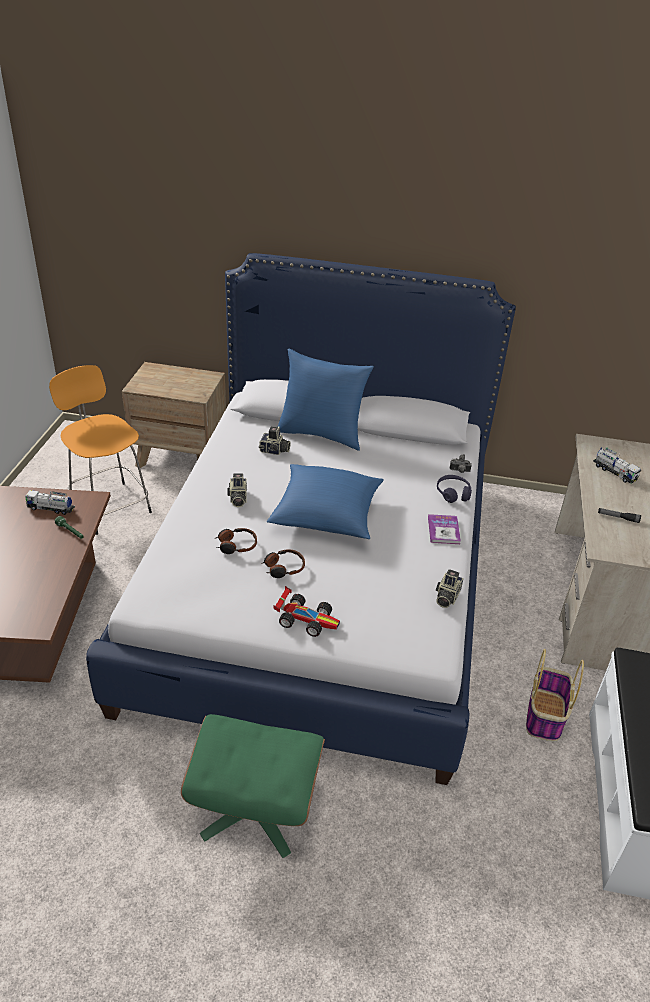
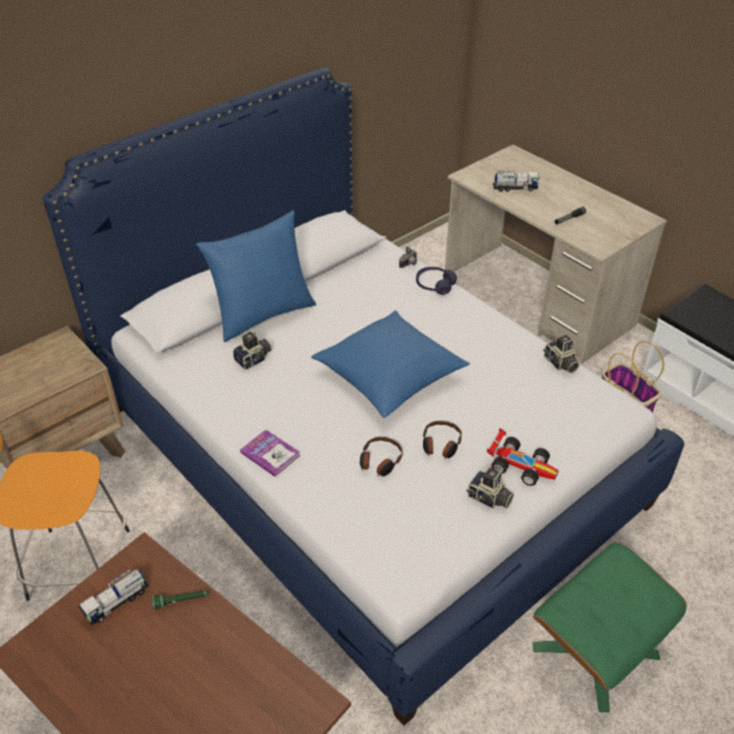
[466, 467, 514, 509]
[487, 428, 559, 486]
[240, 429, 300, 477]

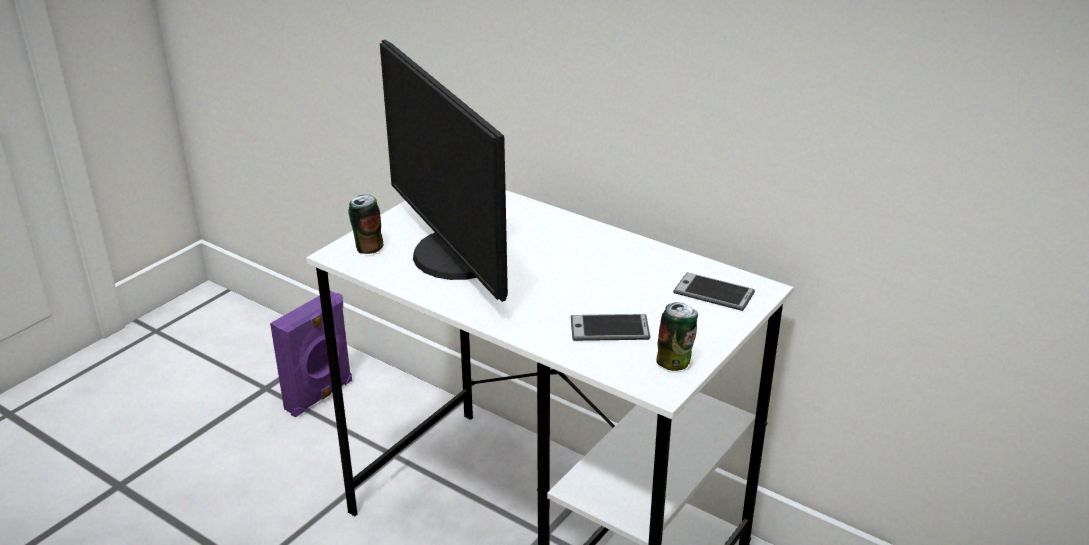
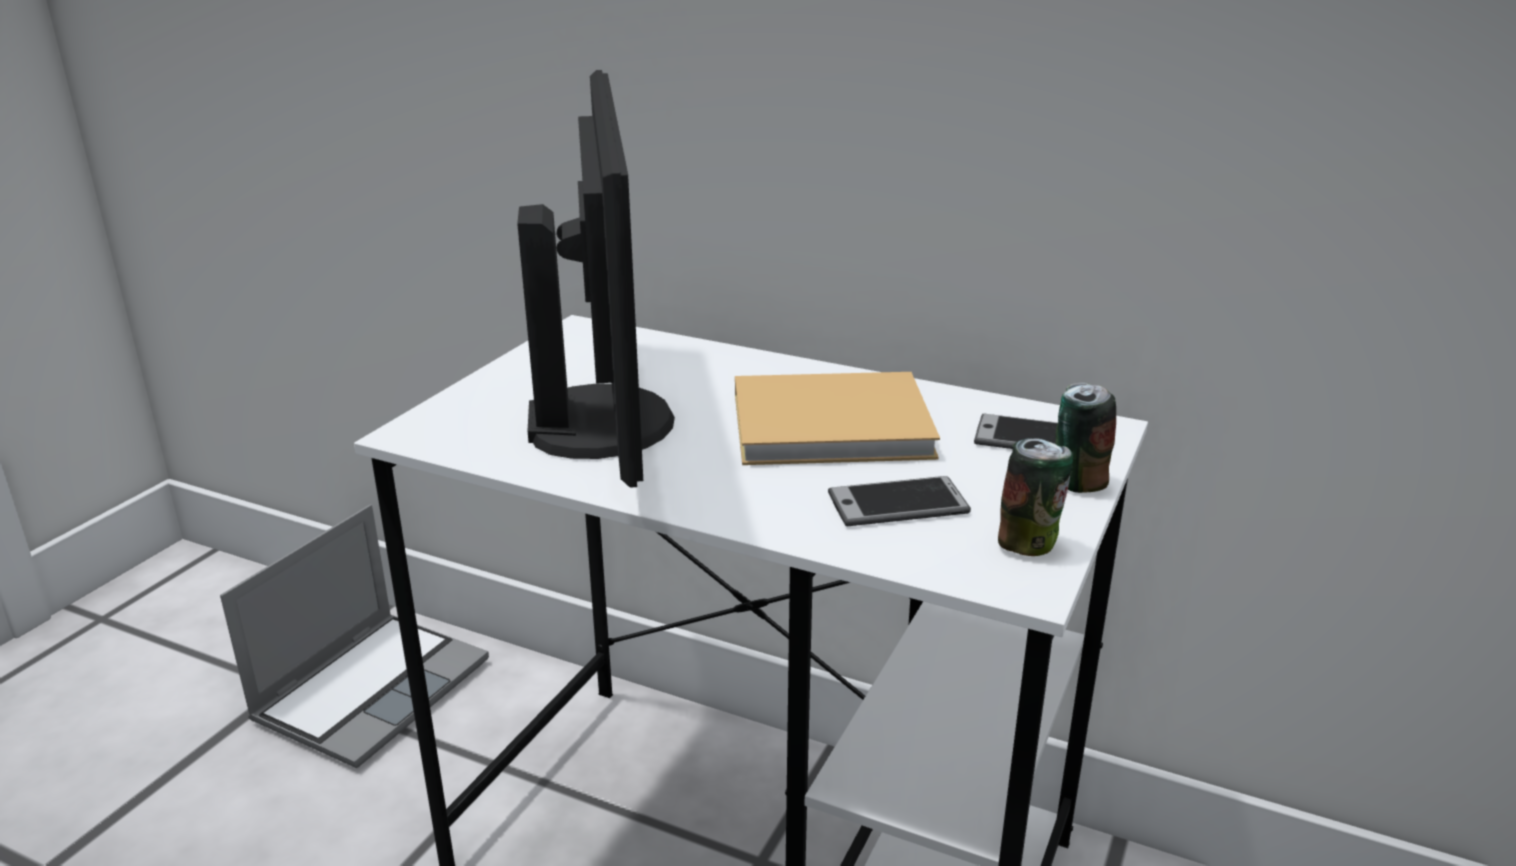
[220, 504, 489, 768]
[1056, 383, 1116, 493]
[517, 70, 675, 488]
[735, 372, 940, 465]

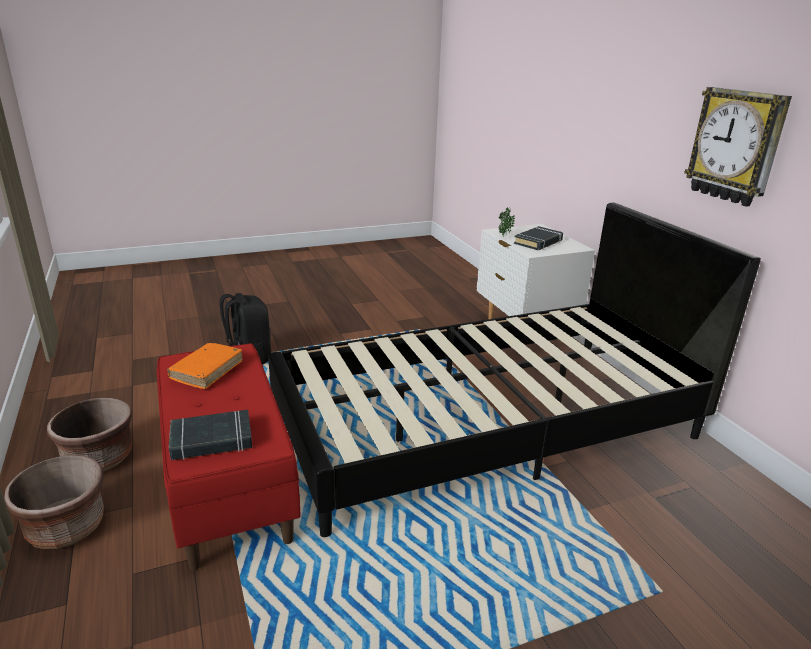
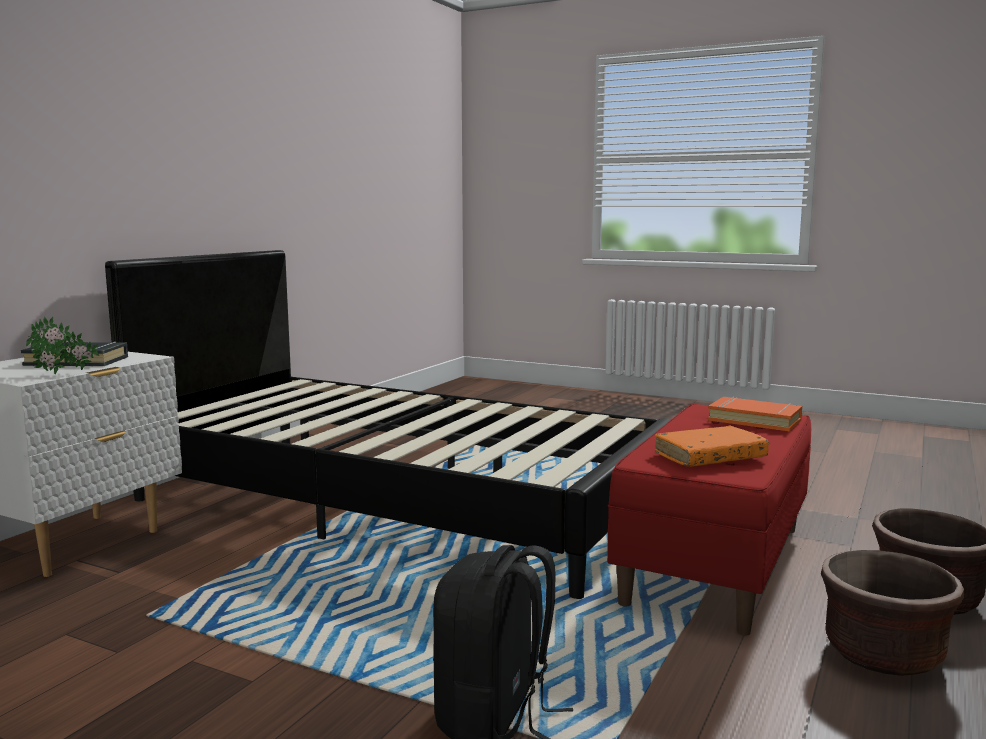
[708, 397, 802, 431]
[684, 87, 792, 207] (first image)

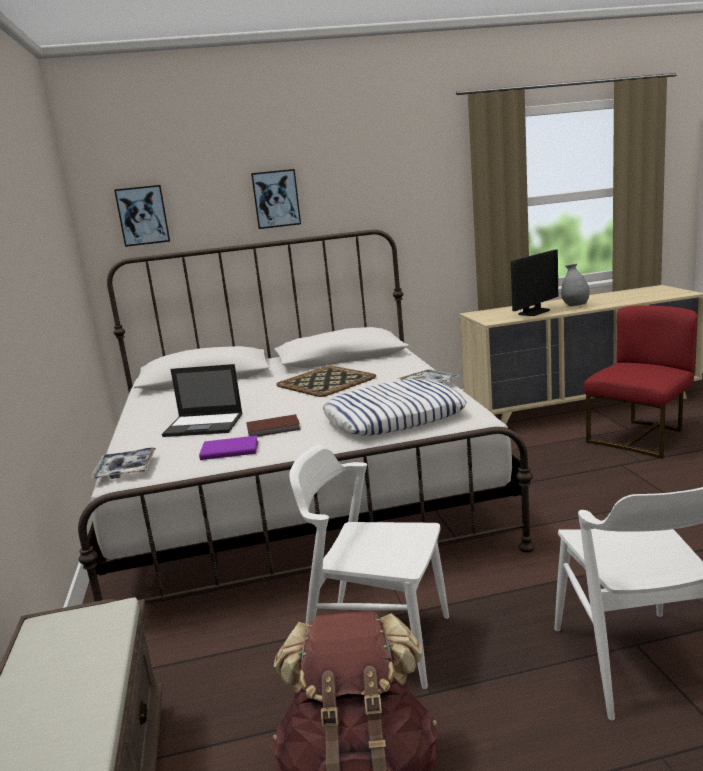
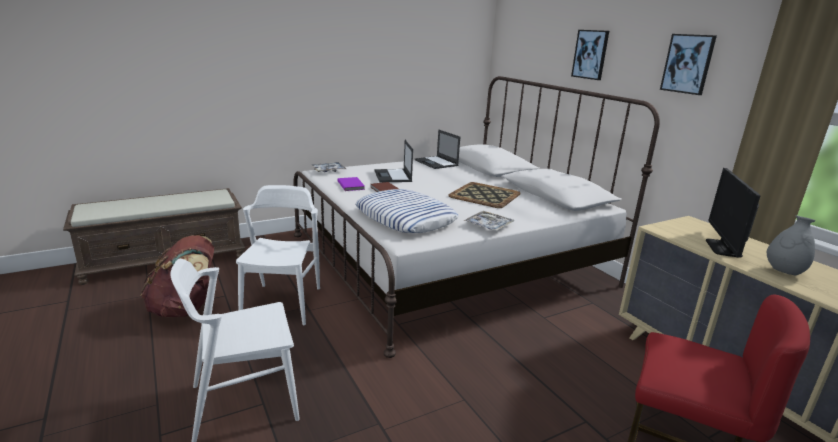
[660, 34, 717, 95]
[706, 168, 760, 258]
[415, 129, 460, 169]

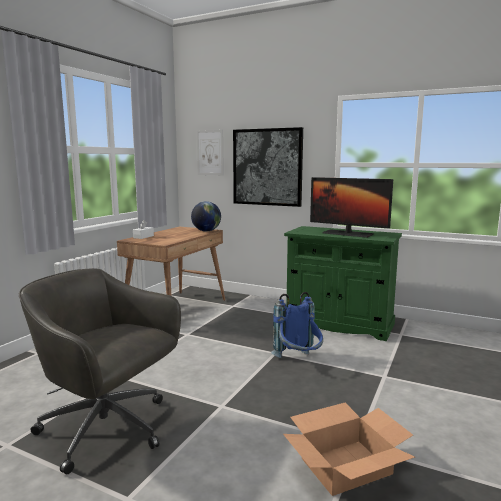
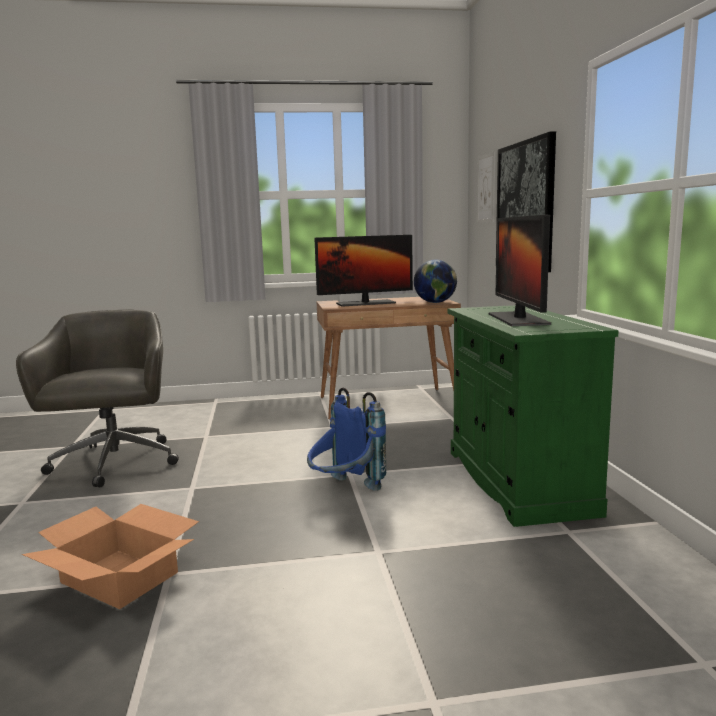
[314, 235, 413, 307]

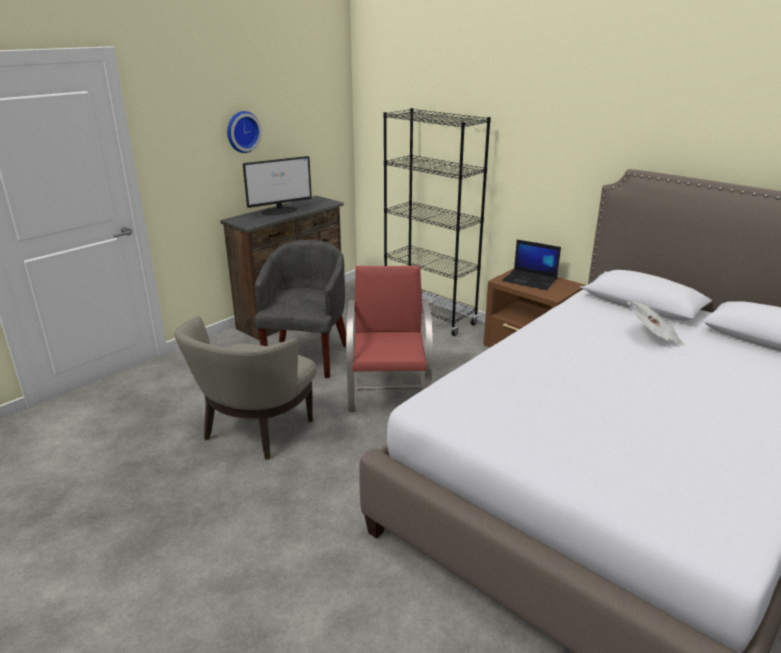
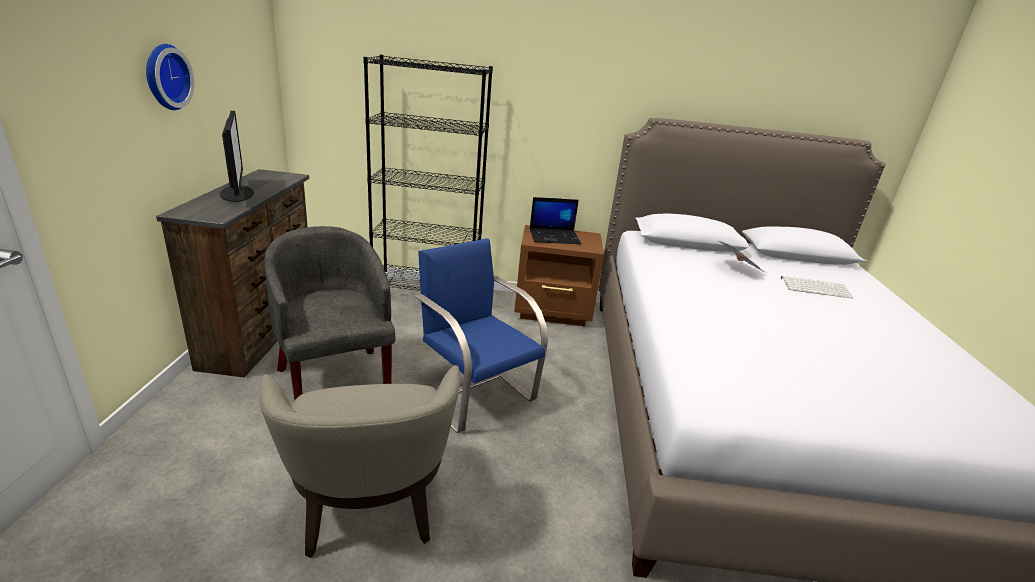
[220, 111, 254, 202]
[415, 239, 548, 433]
[781, 276, 853, 299]

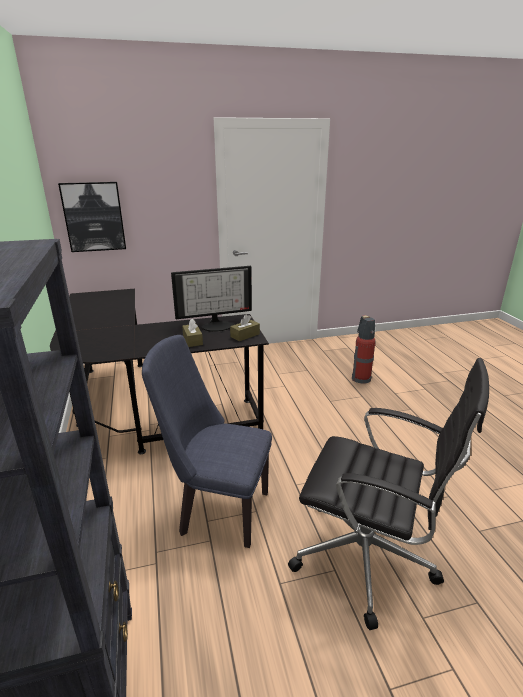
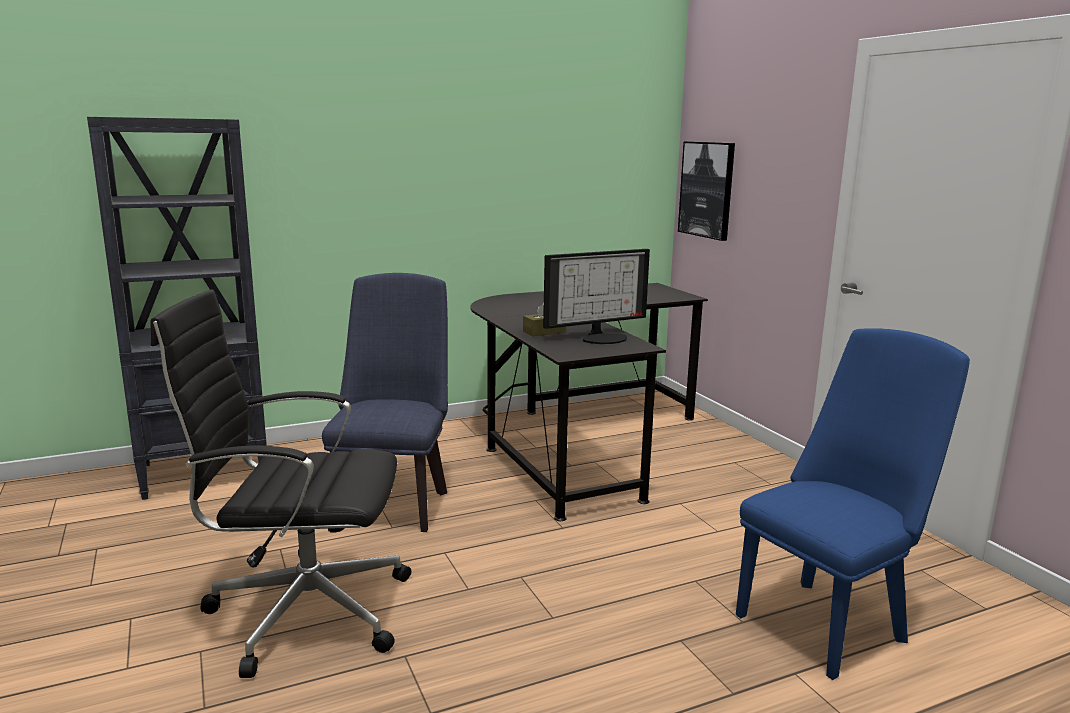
[543, 249, 650, 344]
[230, 315, 260, 341] (first image)
[150, 289, 411, 678]
[736, 328, 970, 680]

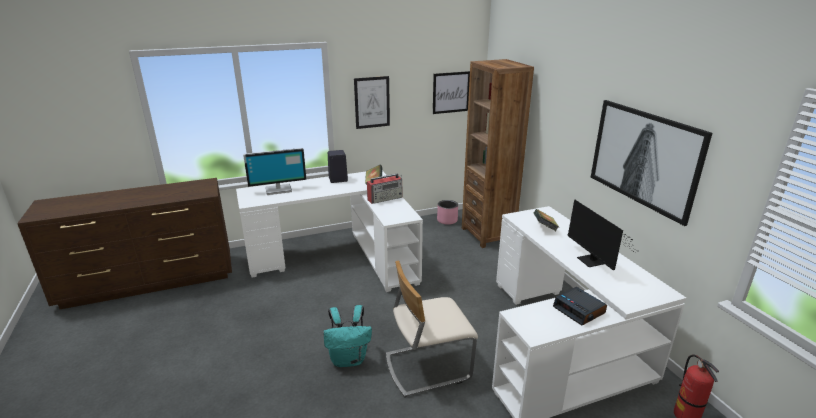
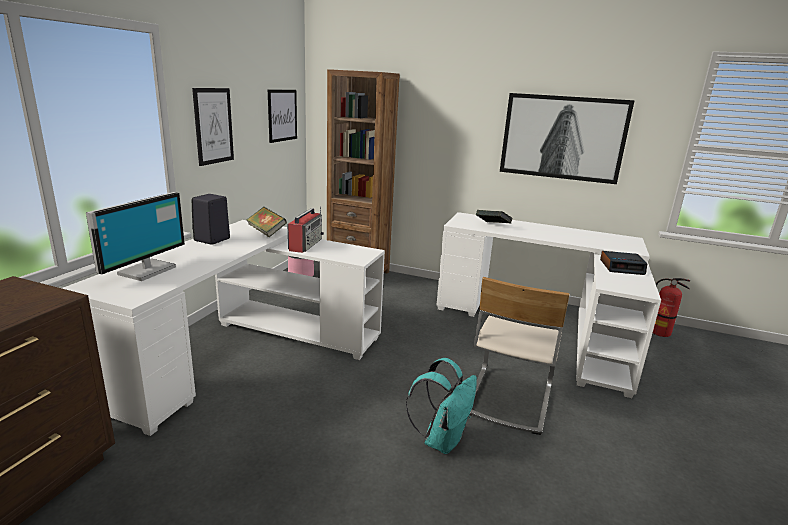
[567, 199, 639, 270] (first image)

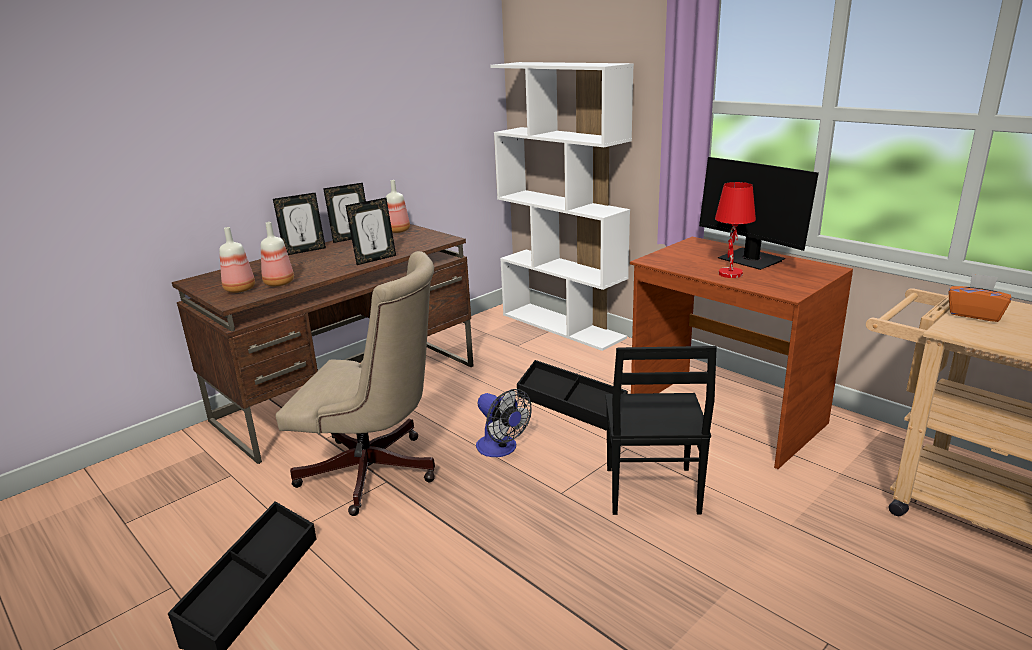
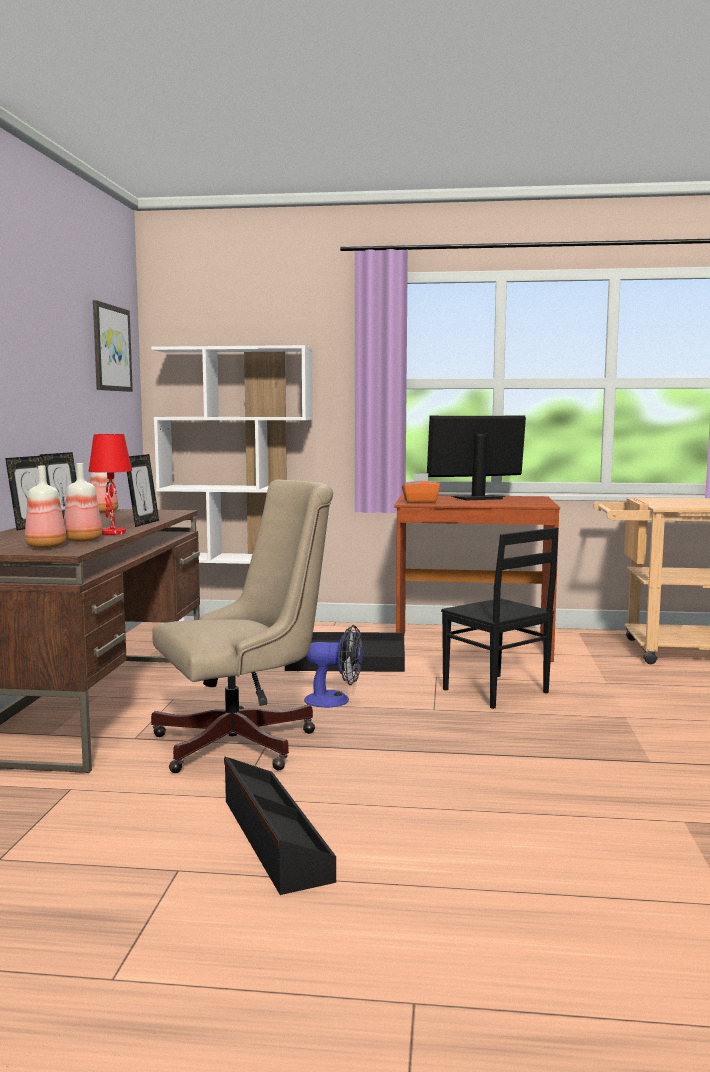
[427, 415, 526, 500]
[89, 434, 132, 535]
[402, 473, 440, 503]
[93, 300, 133, 392]

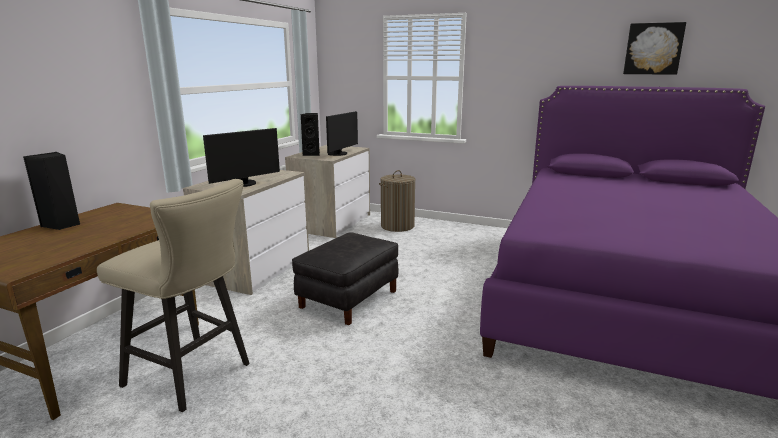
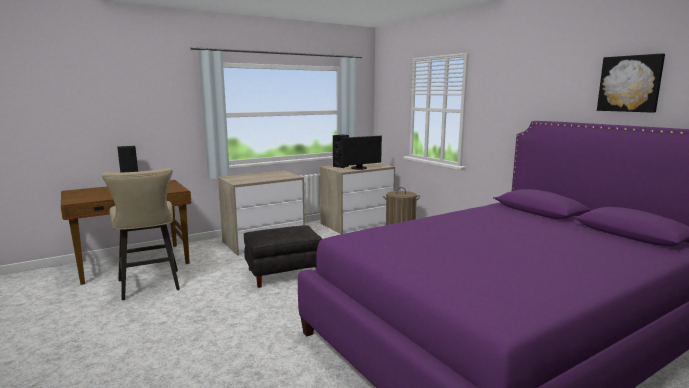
[203, 128, 280, 187] (first image)

